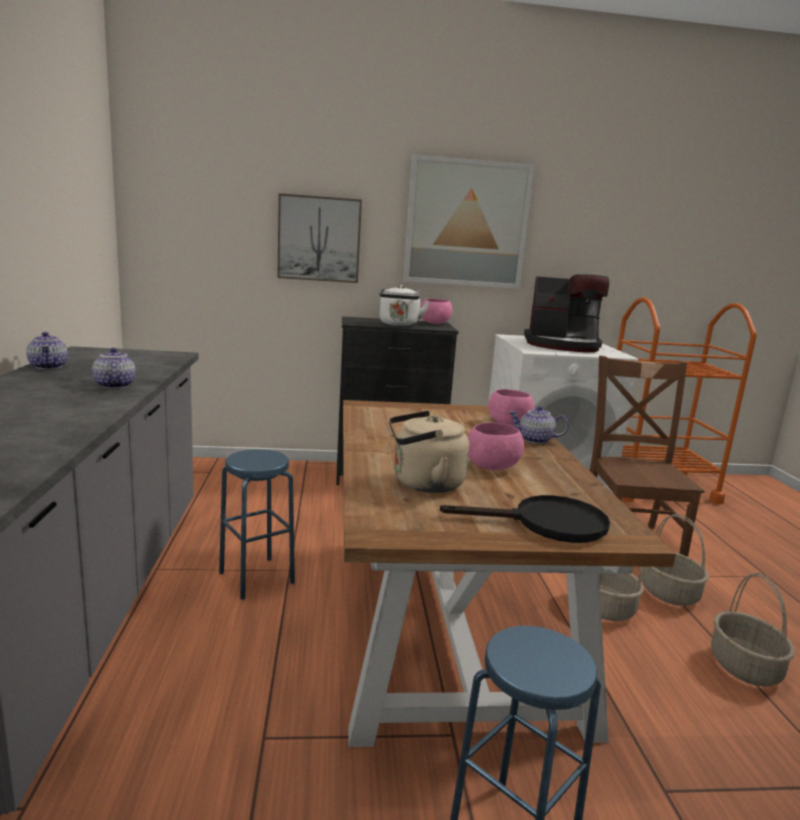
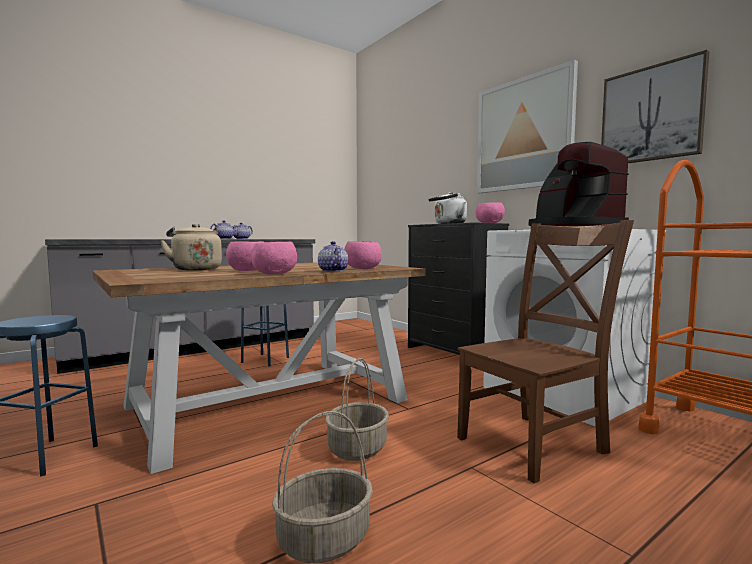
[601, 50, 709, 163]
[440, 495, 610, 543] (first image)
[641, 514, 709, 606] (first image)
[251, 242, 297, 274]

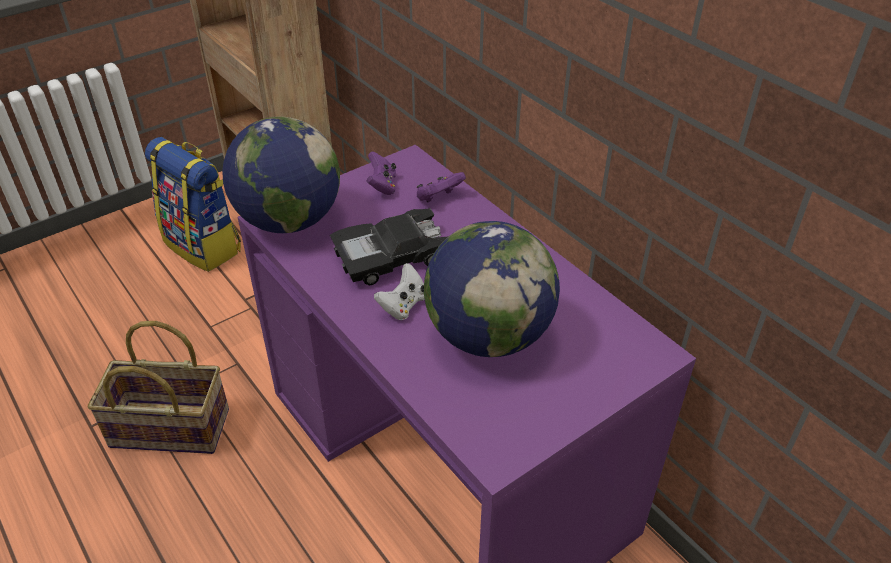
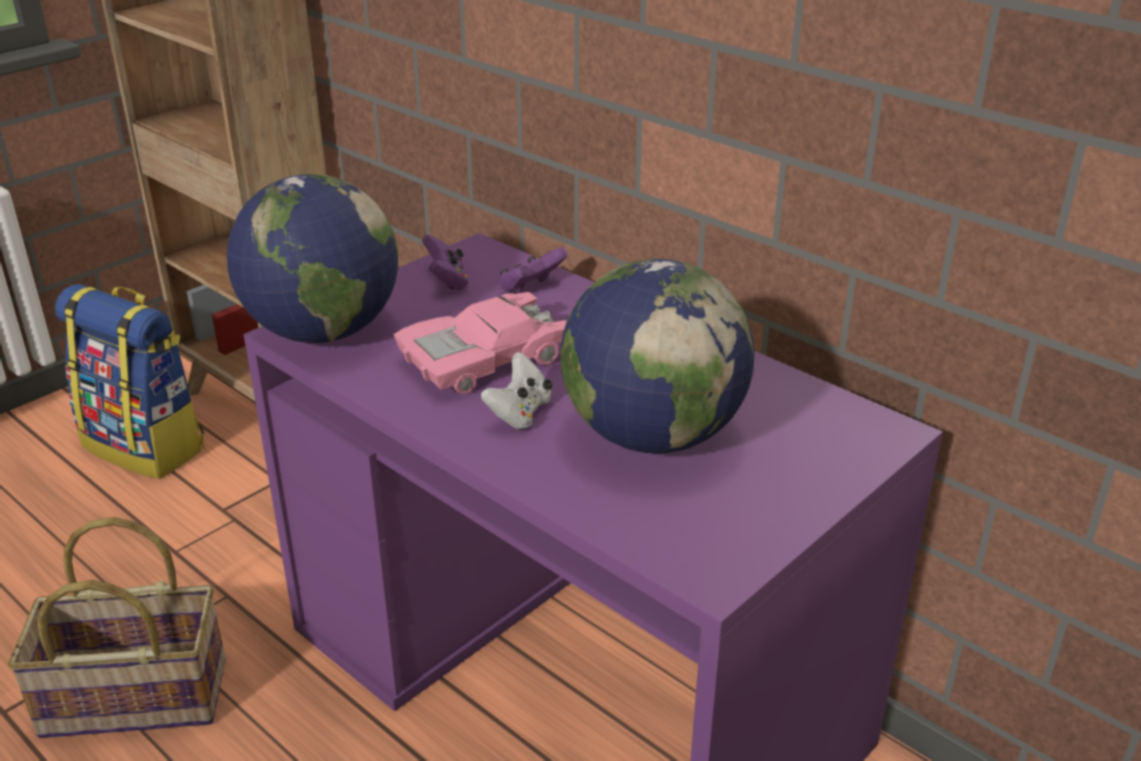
[393, 292, 567, 394]

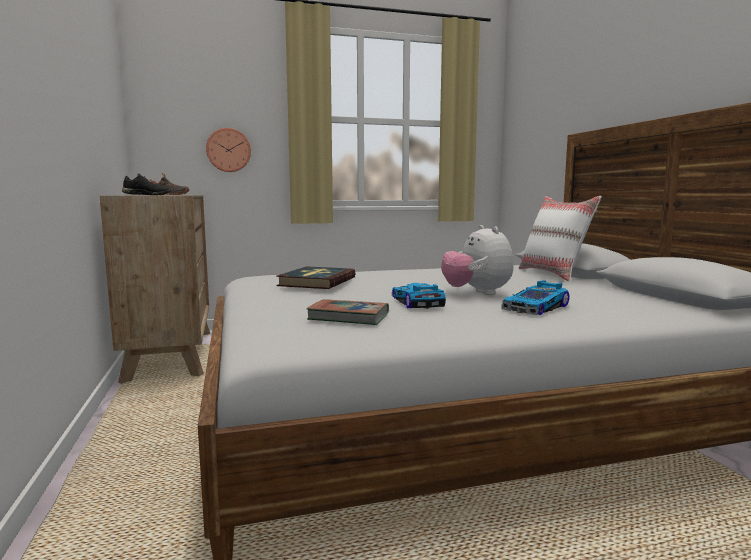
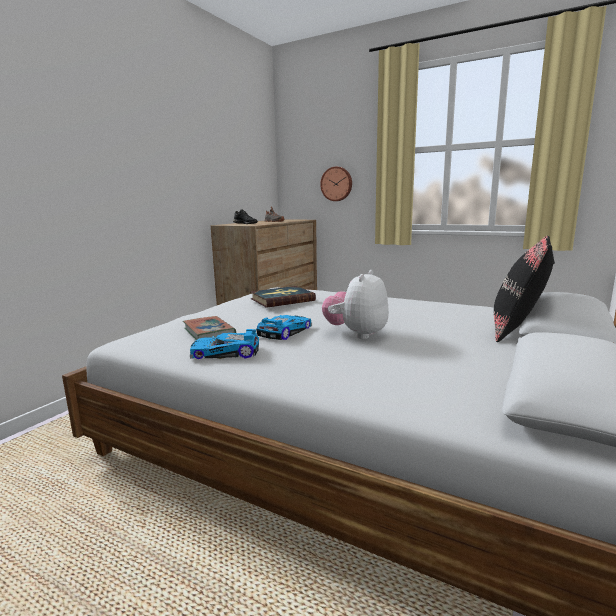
[190, 329, 259, 359]
[494, 236, 555, 342]

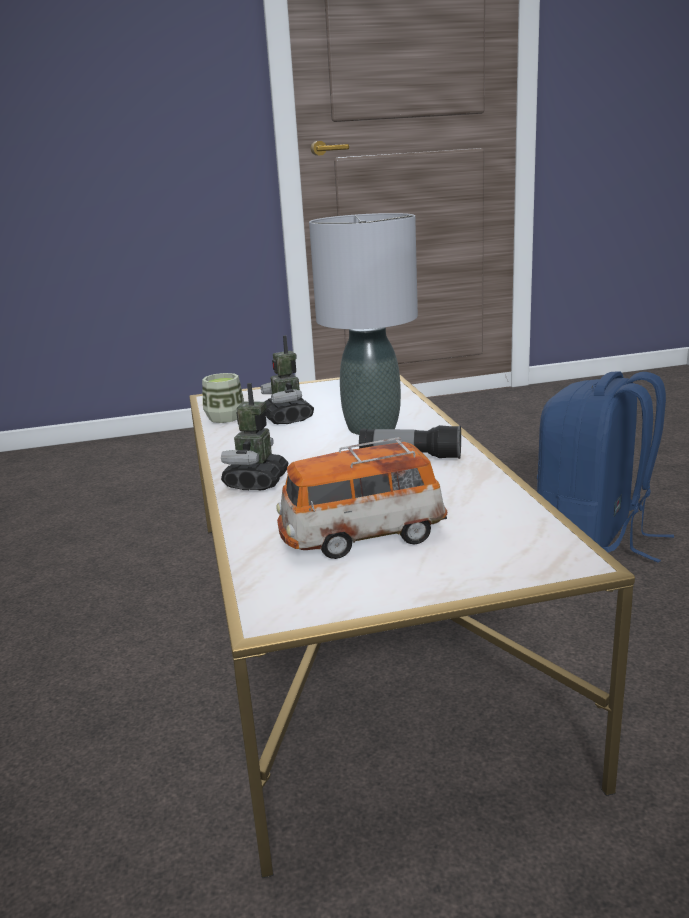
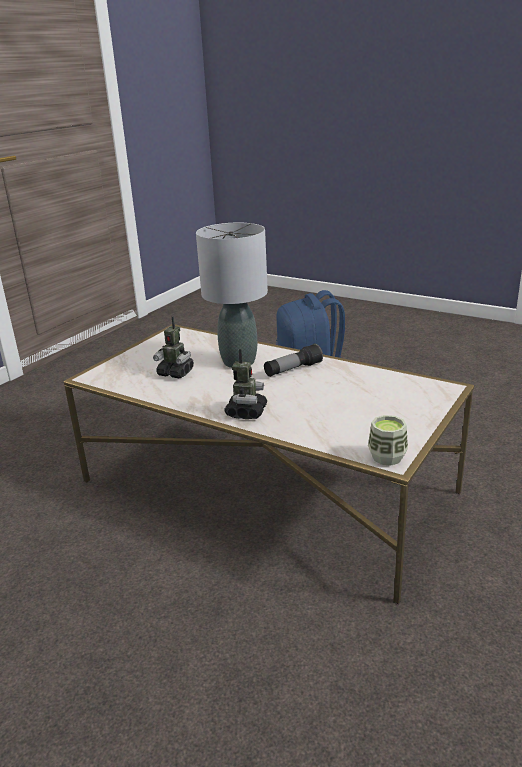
[368, 415, 408, 466]
[224, 349, 267, 419]
[276, 437, 447, 559] (first image)

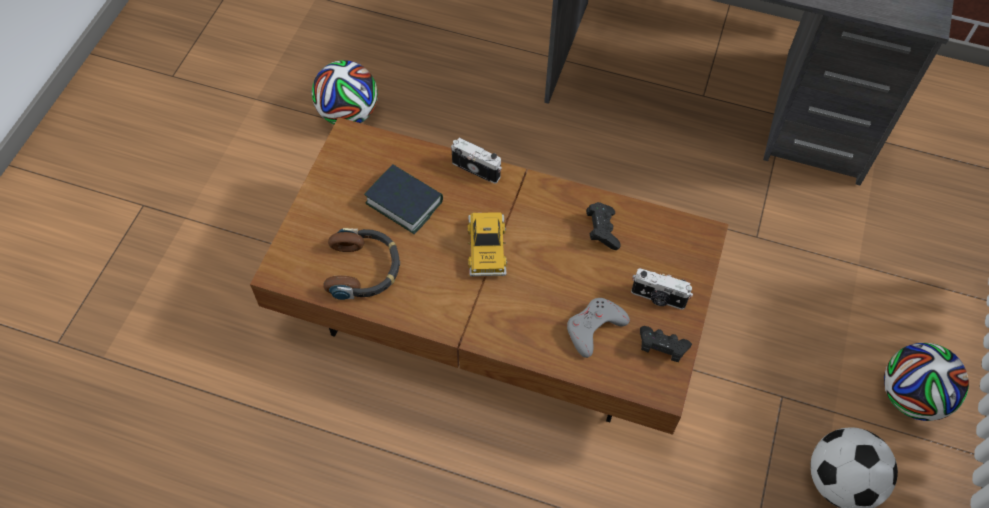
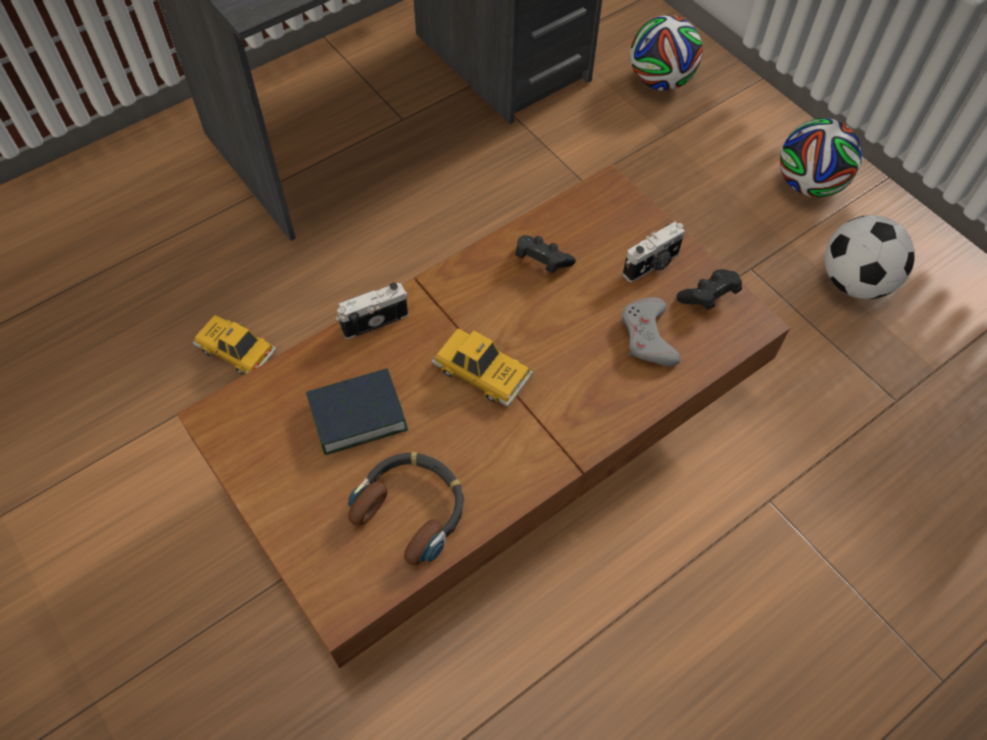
[630, 15, 703, 91]
[193, 315, 276, 375]

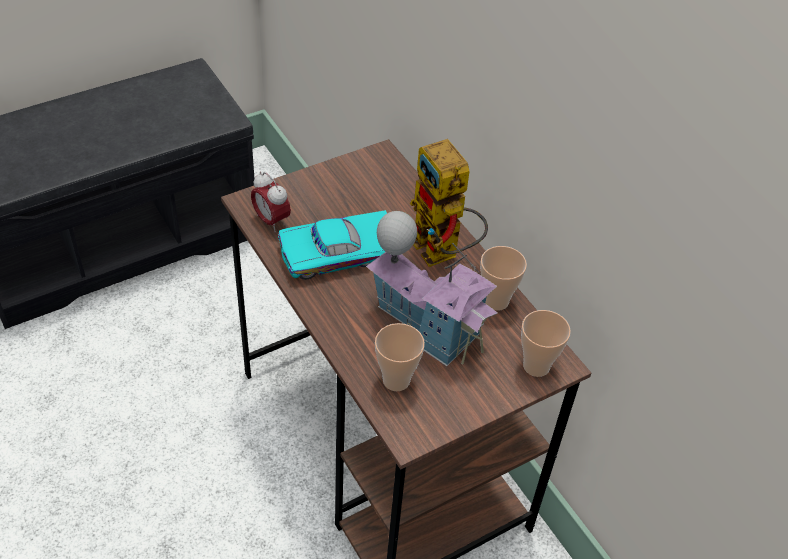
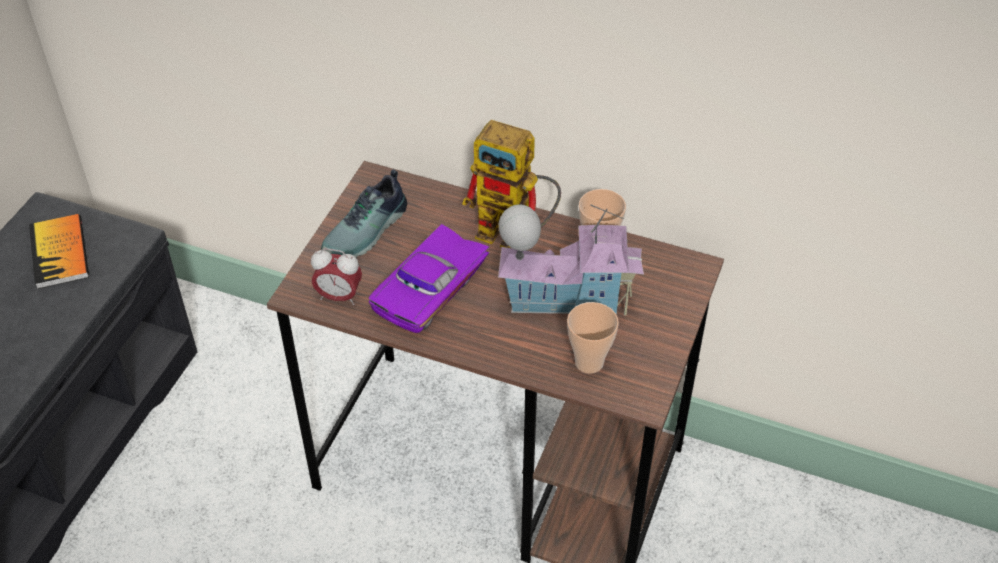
[369, 224, 489, 333]
[521, 310, 571, 377] (first image)
[29, 214, 89, 289]
[321, 169, 407, 258]

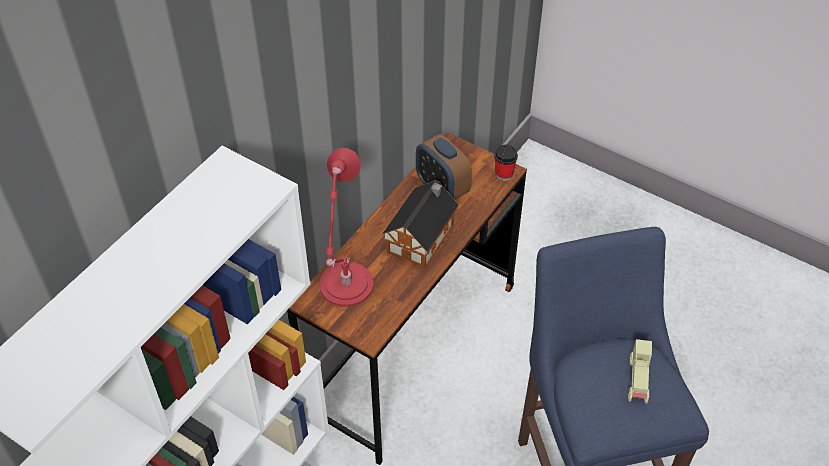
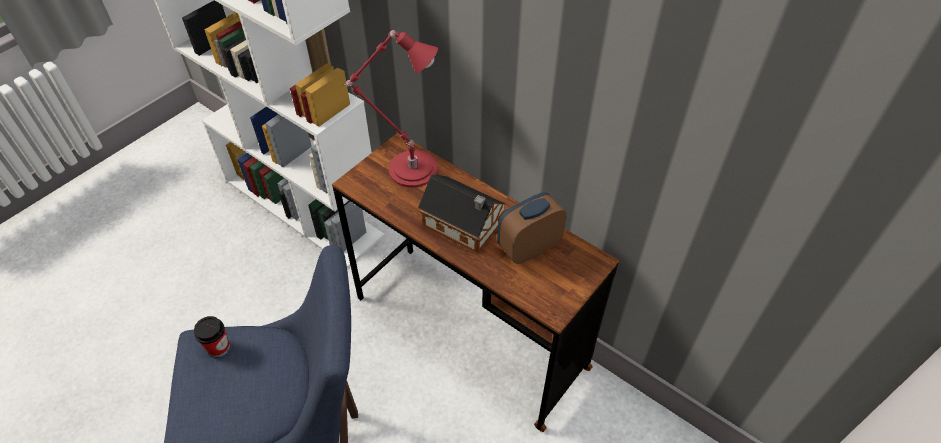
[194, 316, 230, 357]
[628, 339, 652, 404] (first image)

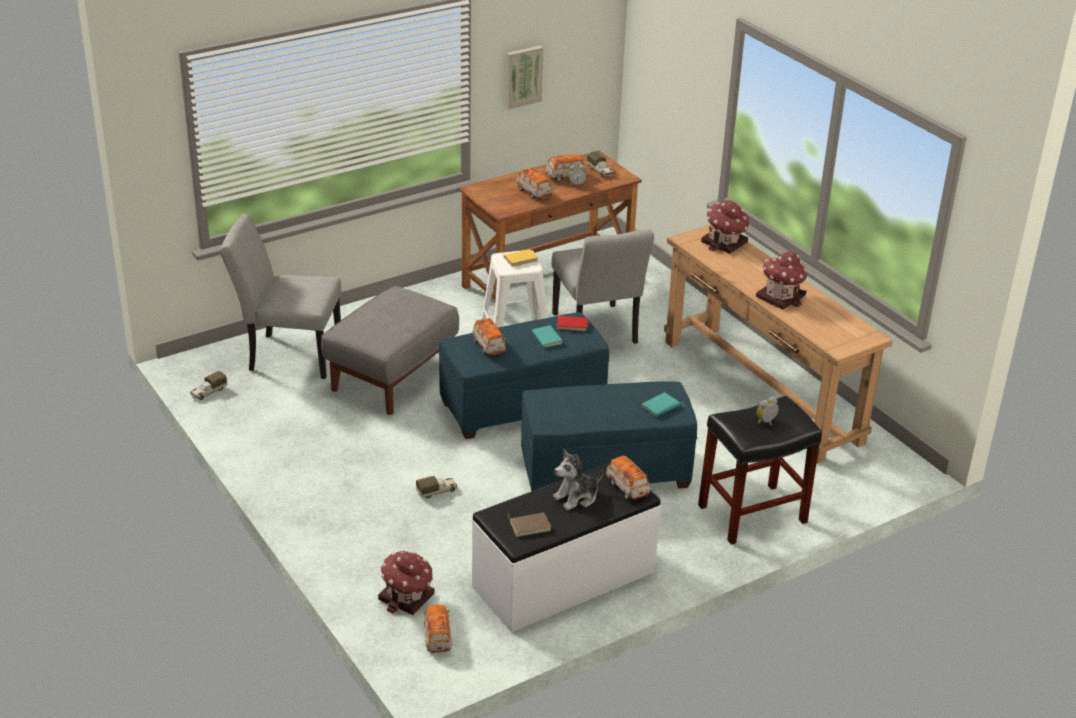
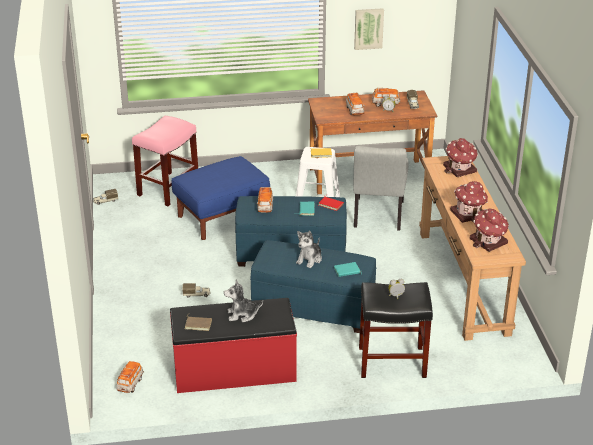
[132, 116, 198, 207]
[172, 156, 270, 240]
[470, 208, 509, 252]
[170, 298, 297, 393]
[606, 456, 650, 500] (first image)
[296, 231, 322, 268]

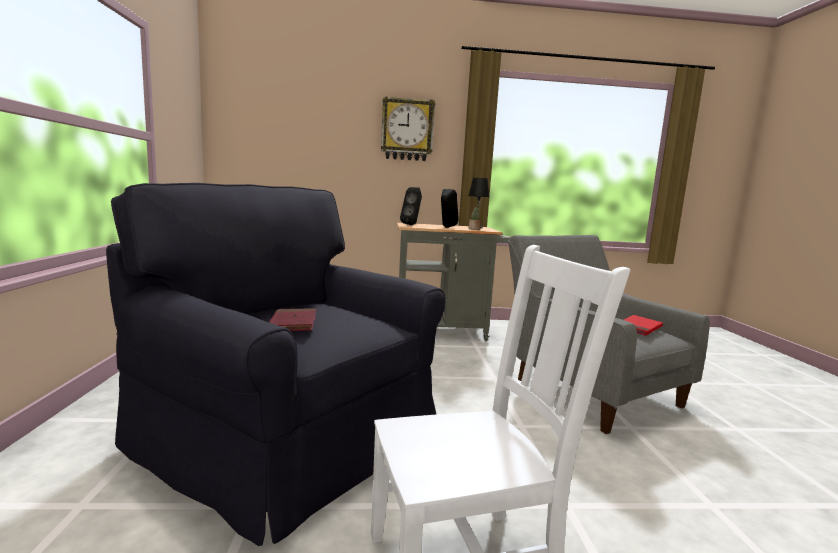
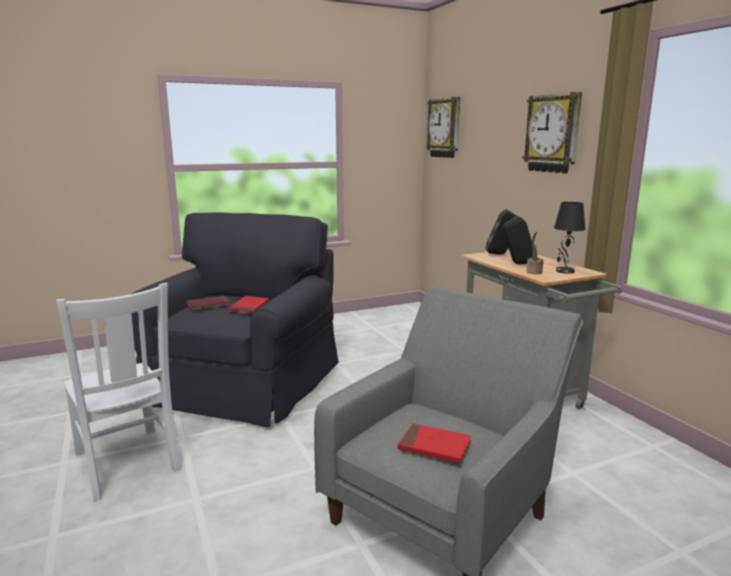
[228, 296, 269, 315]
[426, 97, 460, 158]

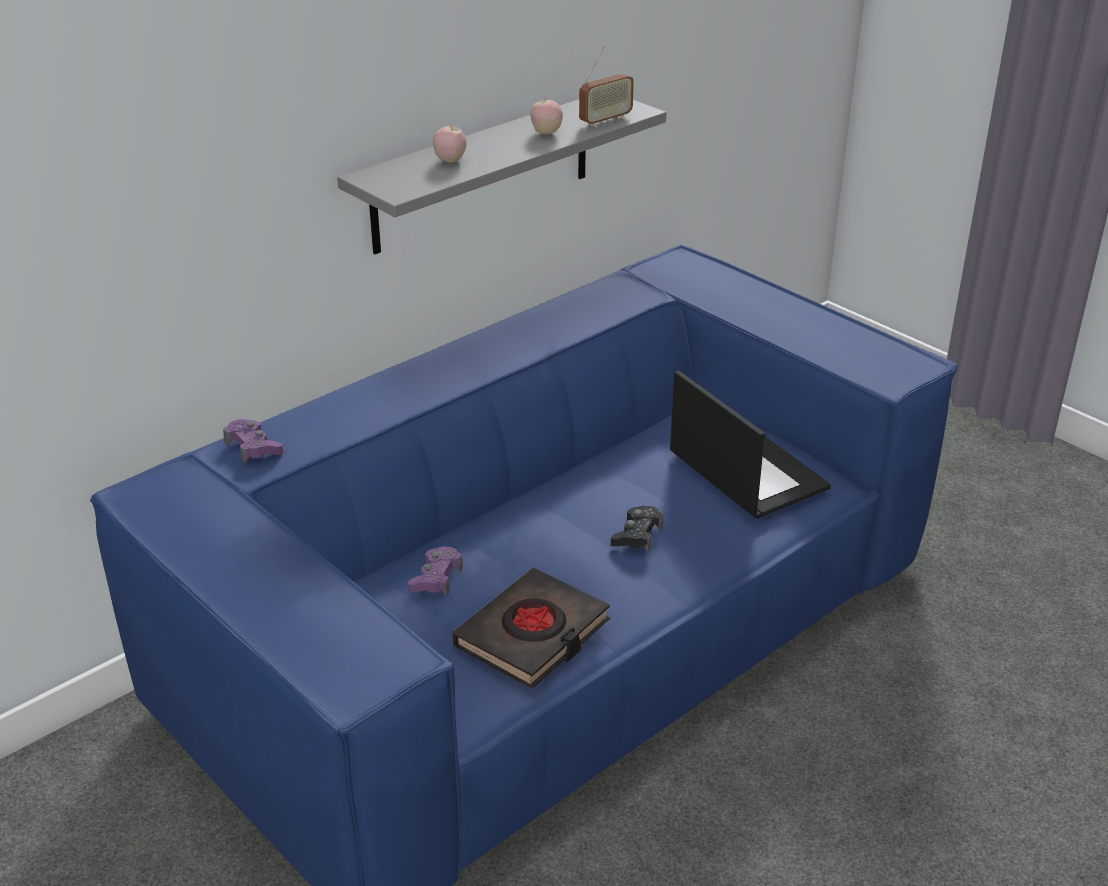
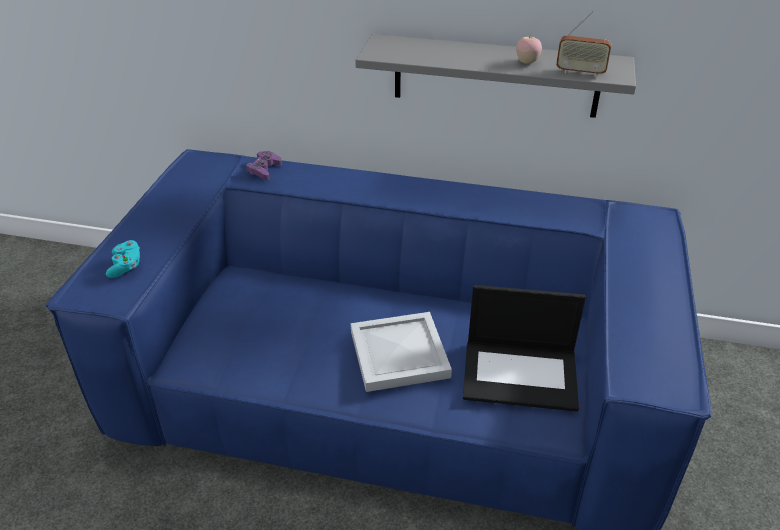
[407, 546, 463, 596] (first image)
[433, 126, 467, 163] (first image)
[452, 568, 610, 689] (first image)
[351, 312, 452, 392]
[463, 285, 586, 412]
[106, 240, 140, 278]

